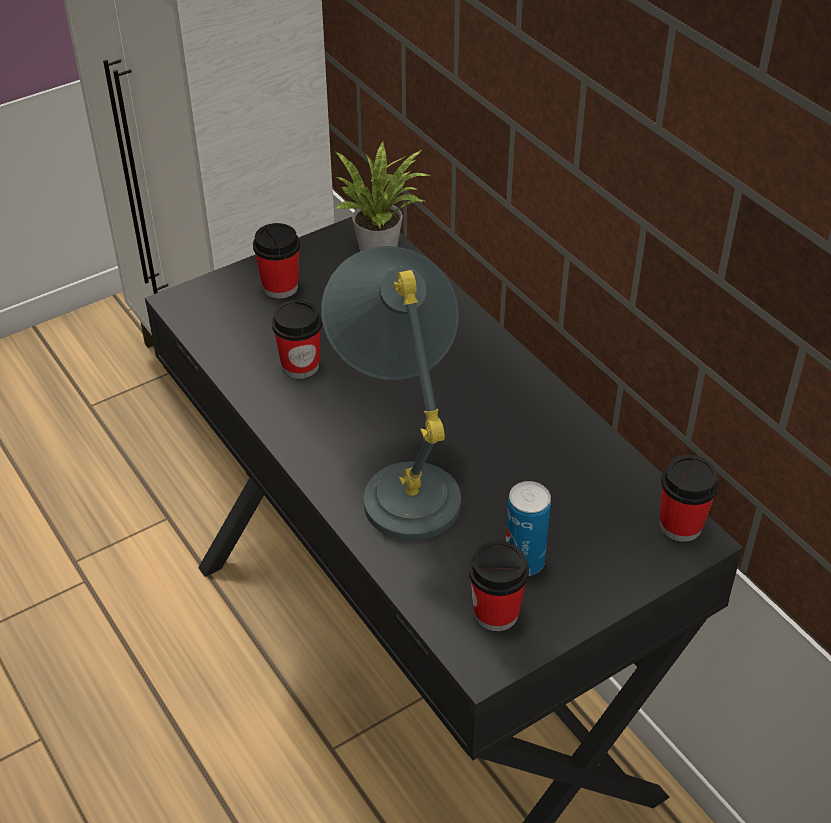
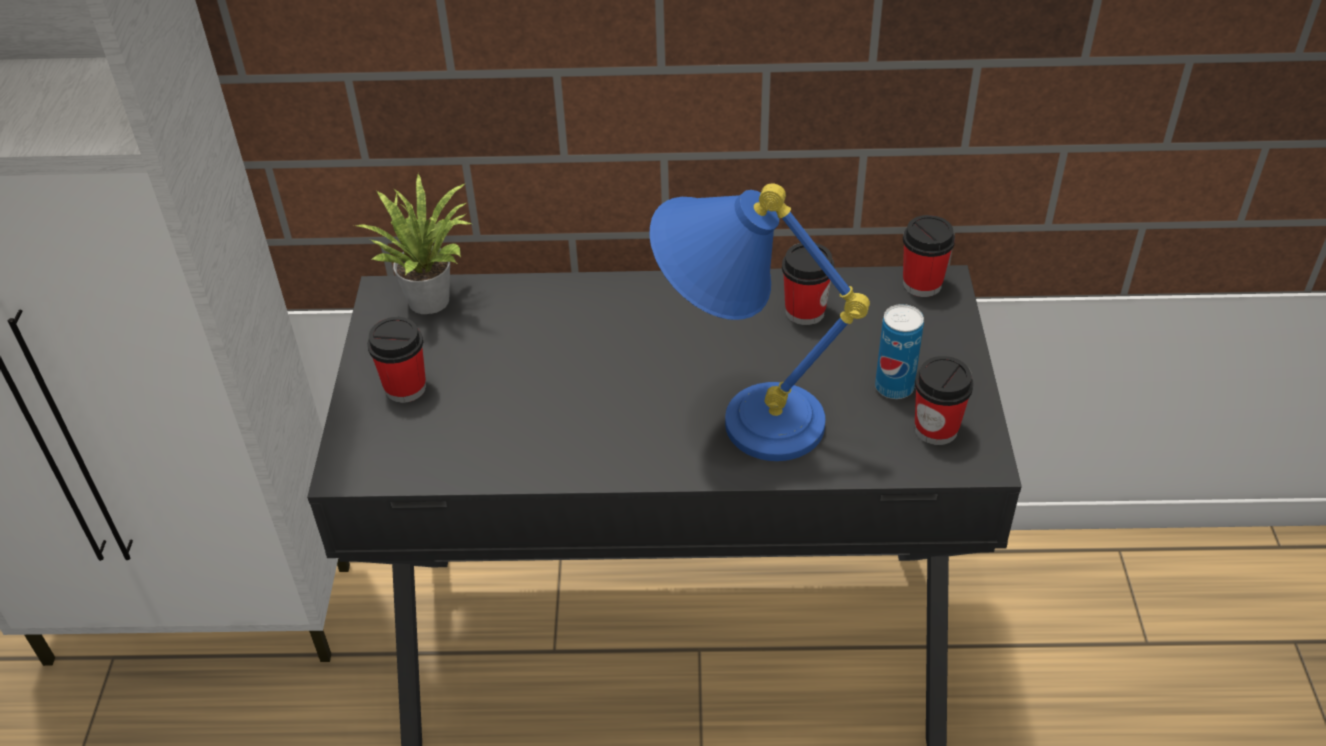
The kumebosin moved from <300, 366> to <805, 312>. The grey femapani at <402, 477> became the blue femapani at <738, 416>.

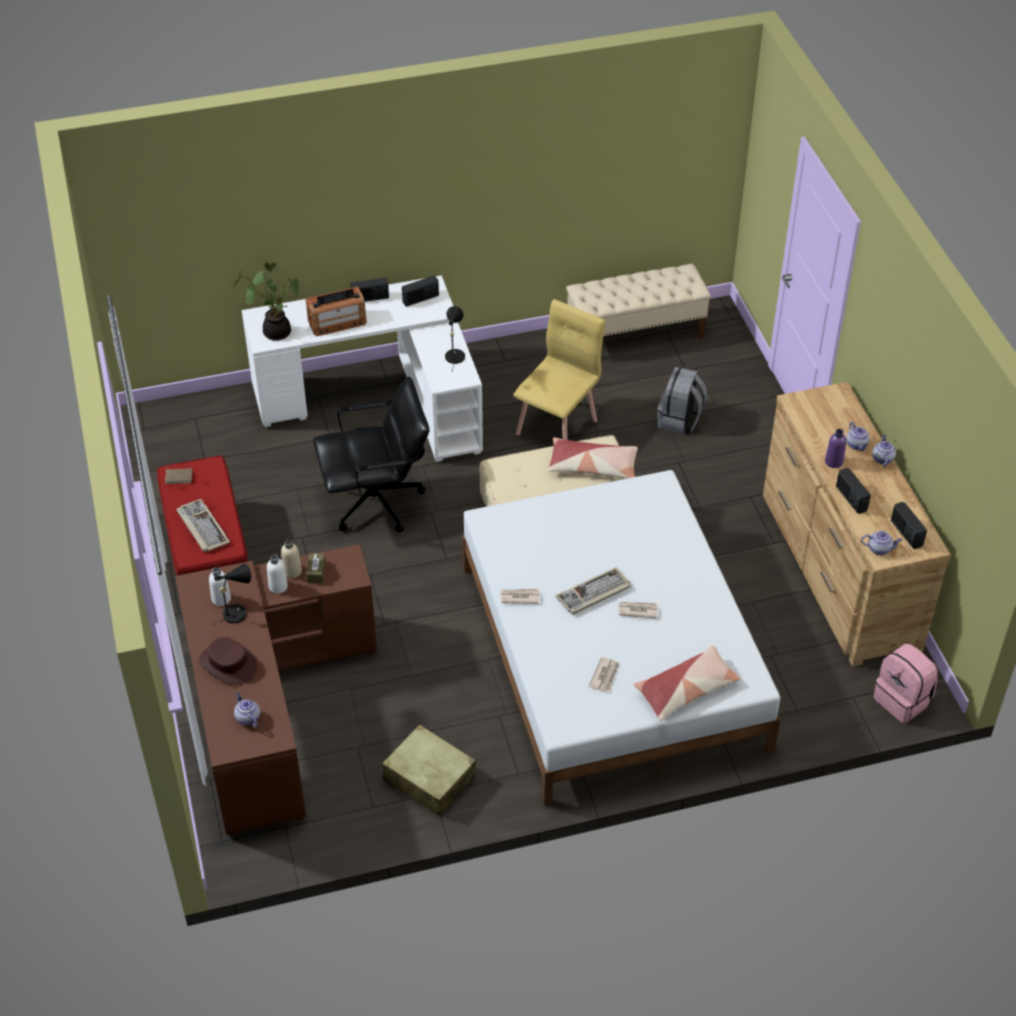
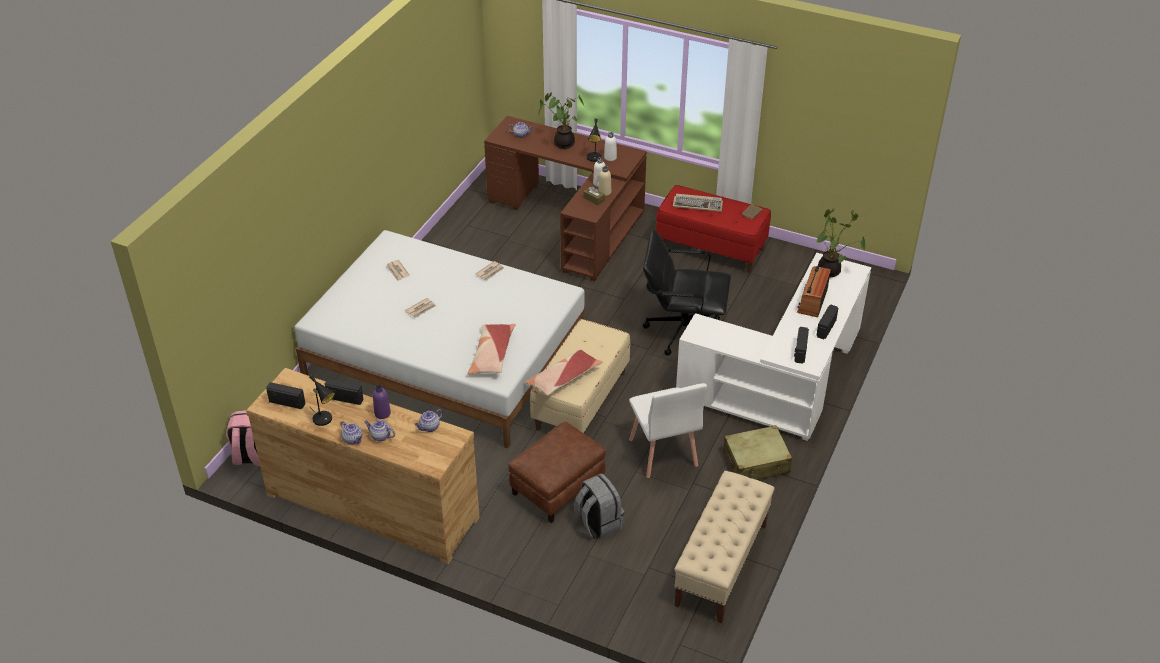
The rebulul at <593, 593> disappeared. The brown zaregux at <557, 489> appeared. The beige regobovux moved from <429, 778> to <756, 462>. The black femapani moved from <454, 354> to <325, 420>. The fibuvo moved from <686, 689> to <492, 355>. The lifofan moved from <879, 549> to <429, 427>. The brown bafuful at <228, 664> was replaced by the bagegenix at <562, 143>. The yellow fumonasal at <557, 427> became the white fumonasal at <663, 453>. The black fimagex at <377, 502> turned 75 degrees clockwise.

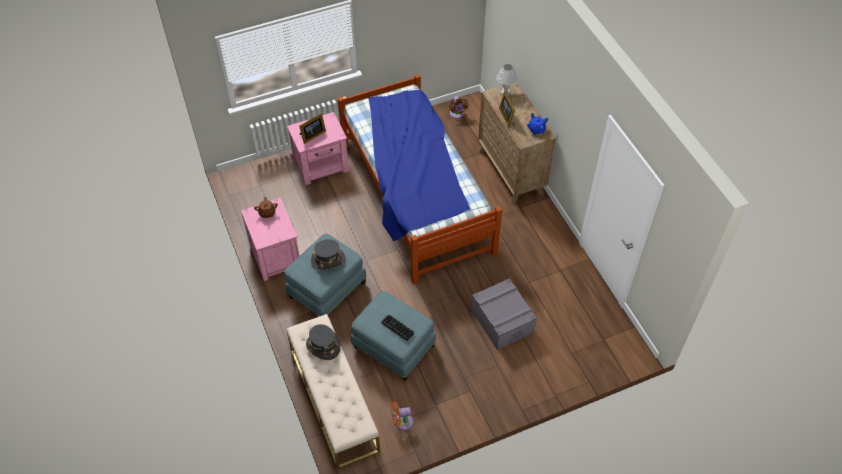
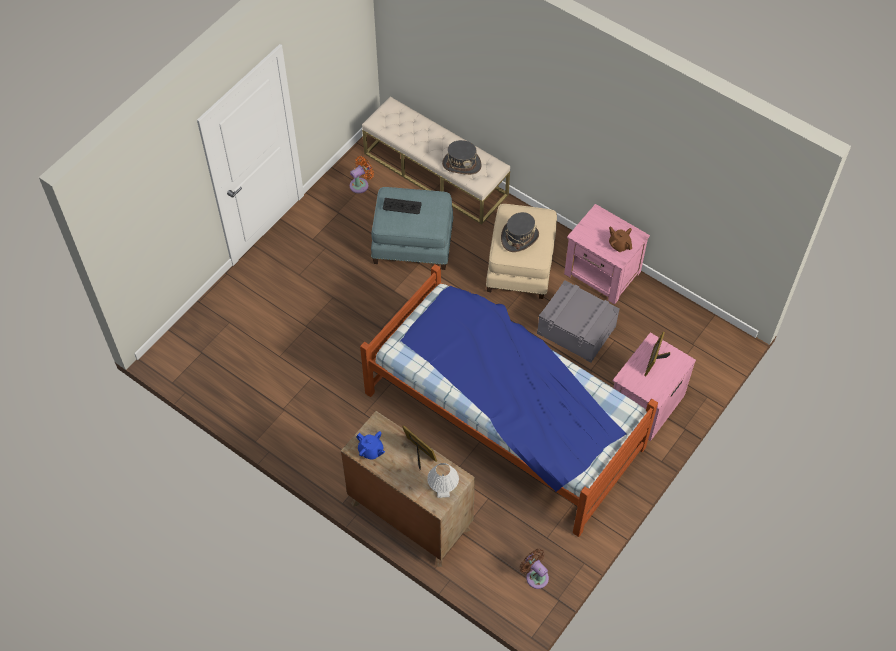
The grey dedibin moved from <502, 321> to <576, 329>. The blue zaregux at <326, 289> became the beige zaregux at <521, 265>.

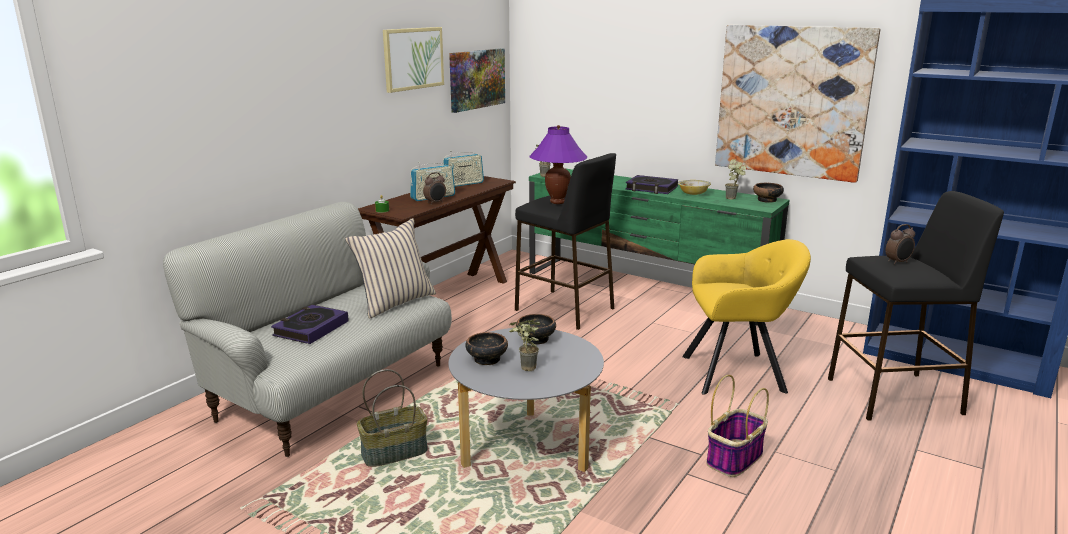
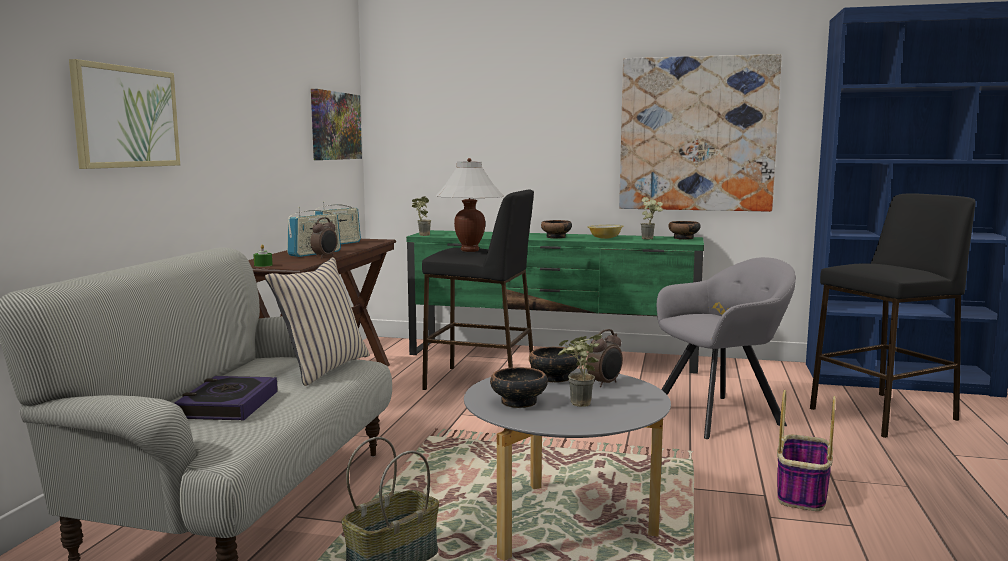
The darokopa moved from <413, 58> to <126, 117>. The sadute moved from <898, 262> to <605, 383>. The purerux at <651, 188> was replaced by the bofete at <556, 237>. The purple femapani at <557, 202> became the white femapani at <470, 250>. The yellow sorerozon at <738, 373> became the grey sorerozon at <722, 415>.

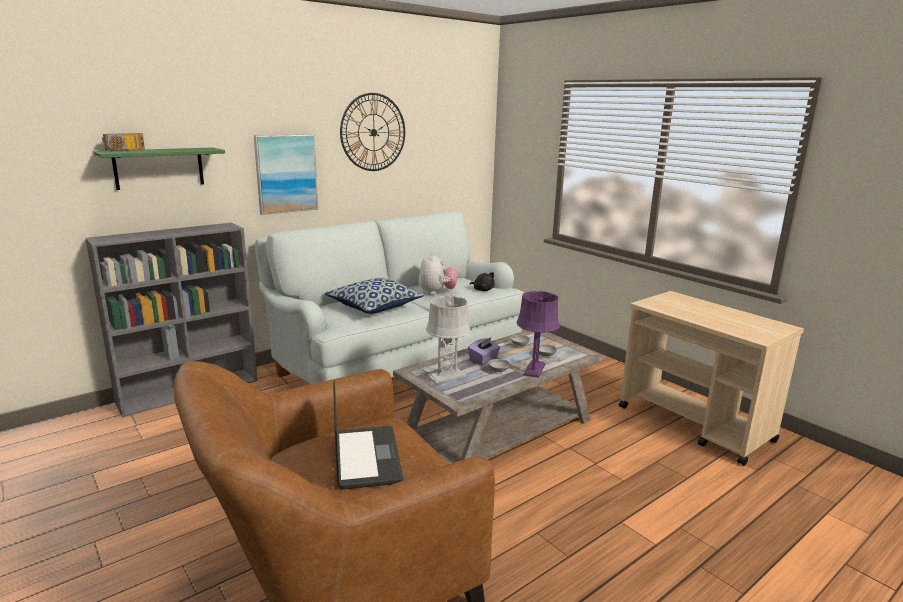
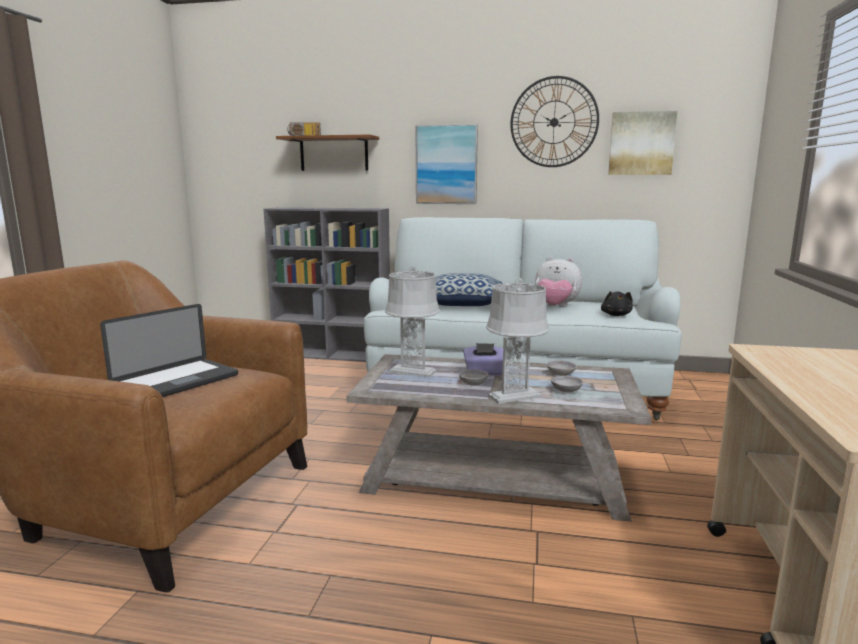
The darokopa at <641, 143> appeared. The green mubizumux at <159, 168> became the brown mubizumux at <334, 154>. The purple femapani at <534, 369> became the grey femapani at <515, 396>. The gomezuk at <437, 292> turned 60 degrees clockwise.

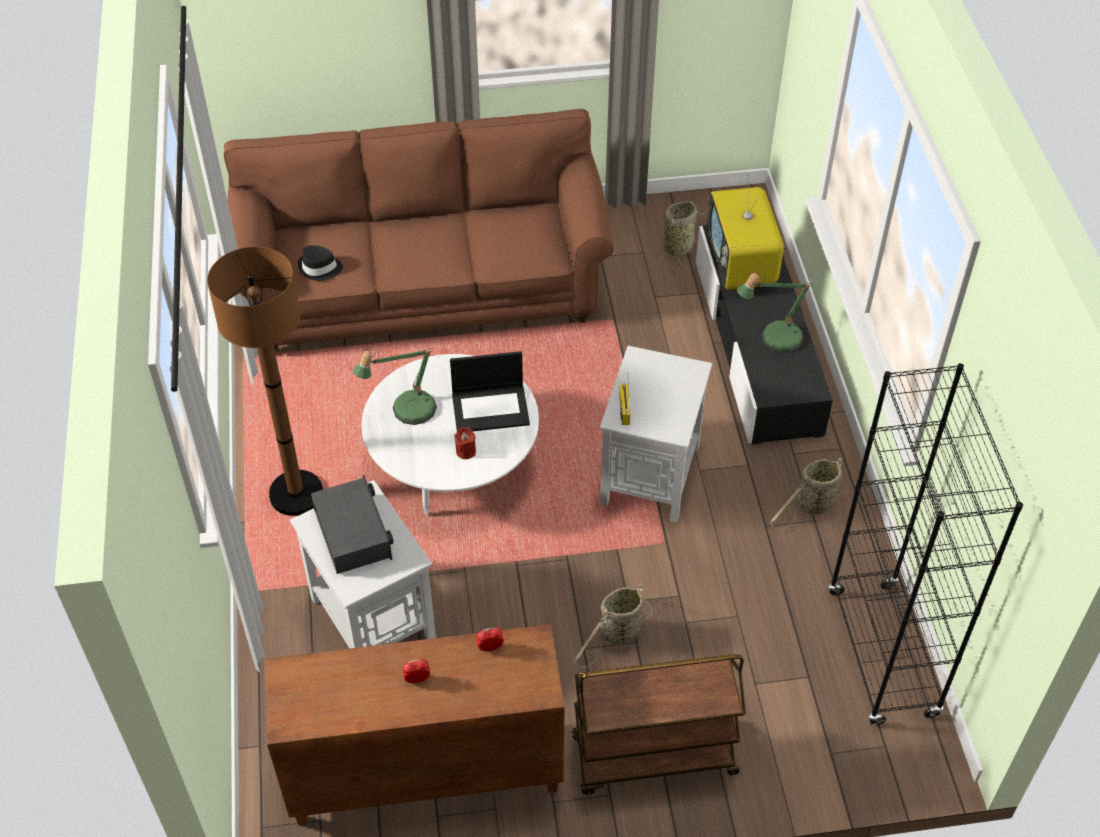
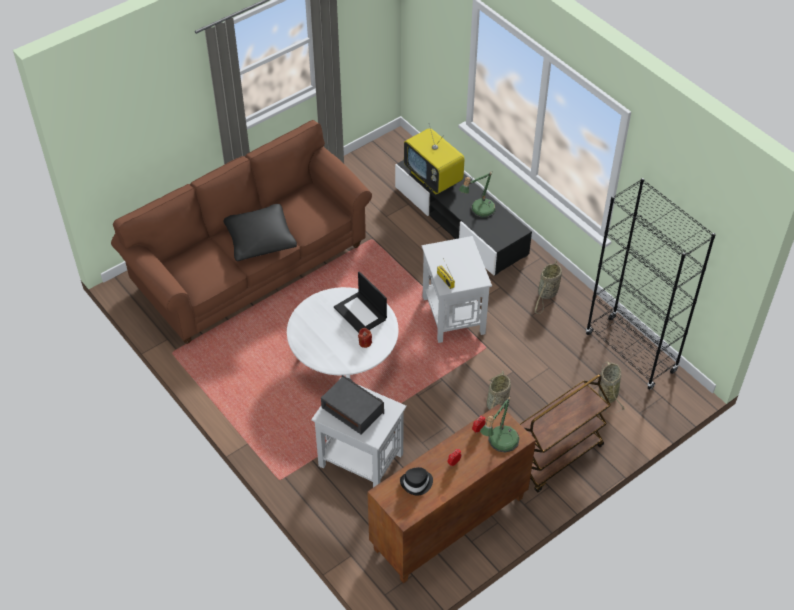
The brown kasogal at <296, 494> disappeared. The black fibuvo at <260, 240> appeared. The black bafuful moved from <319, 268> to <416, 483>. The femapani moved from <406, 410> to <500, 443>. The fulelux moved from <679, 246> to <607, 393>. The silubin at <491, 408> turned 90 degrees clockwise.

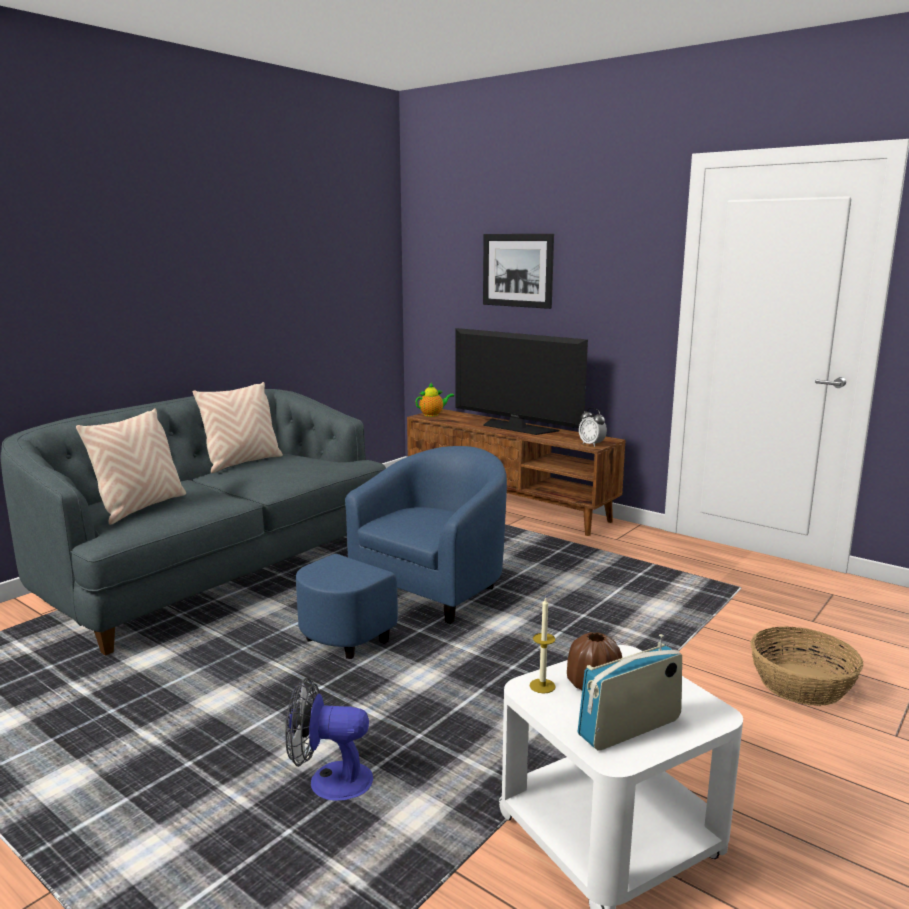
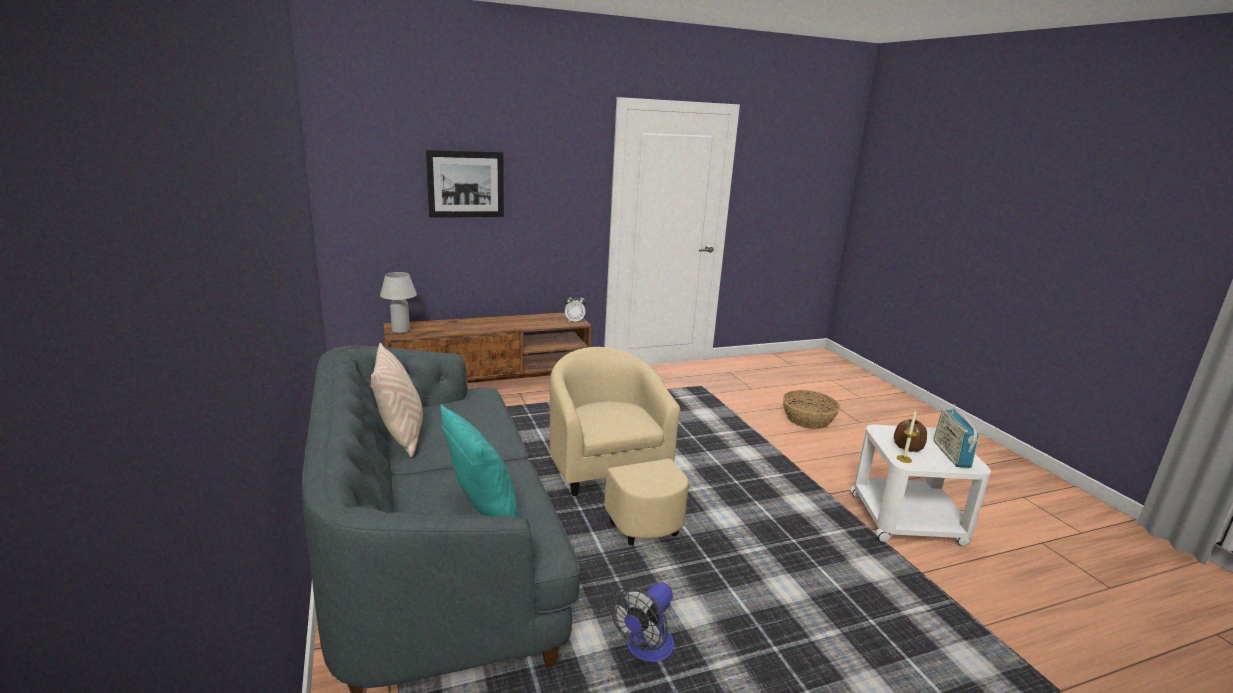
The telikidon at <517, 427> disappeared. The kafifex moved from <329, 781> to <645, 649>. The lifofan at <433, 415> was replaced by the white femapani at <400, 331>. The beige fibuvo at <141, 508> became the turquoise fibuvo at <483, 514>. The blue sorerozon at <415, 602> became the beige sorerozon at <613, 482>.

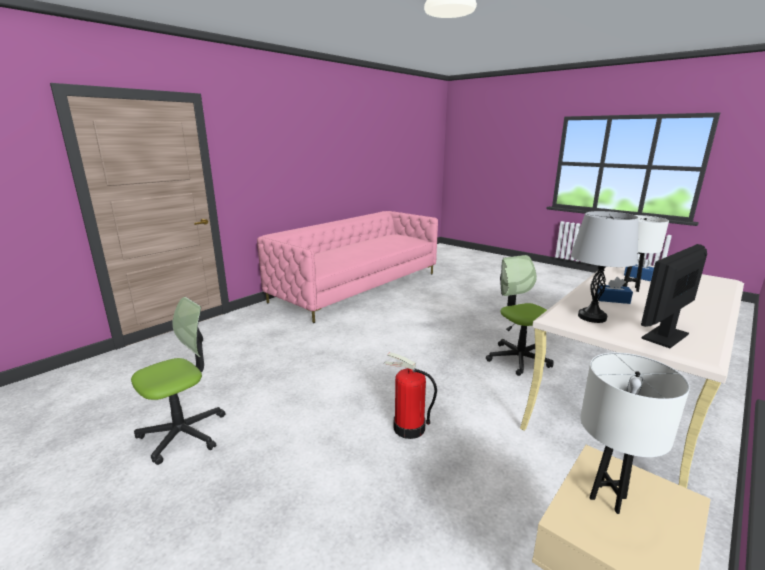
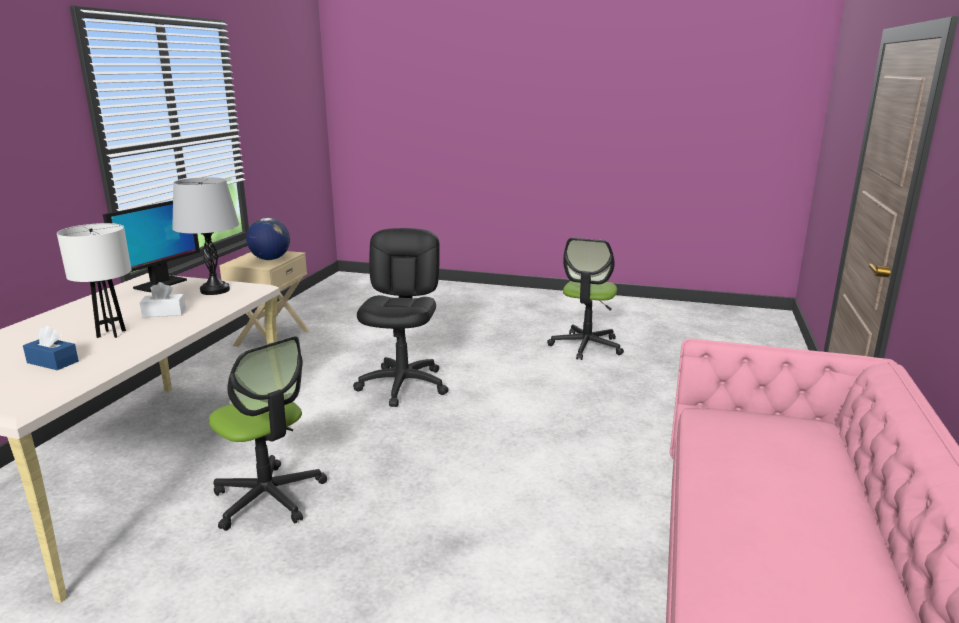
The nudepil at <408, 428> was replaced by the black fimagex at <403, 385>. The white femapani at <608, 498> was replaced by the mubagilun at <270, 259>. The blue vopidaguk at <612, 299> became the white vopidaguk at <164, 313>.

